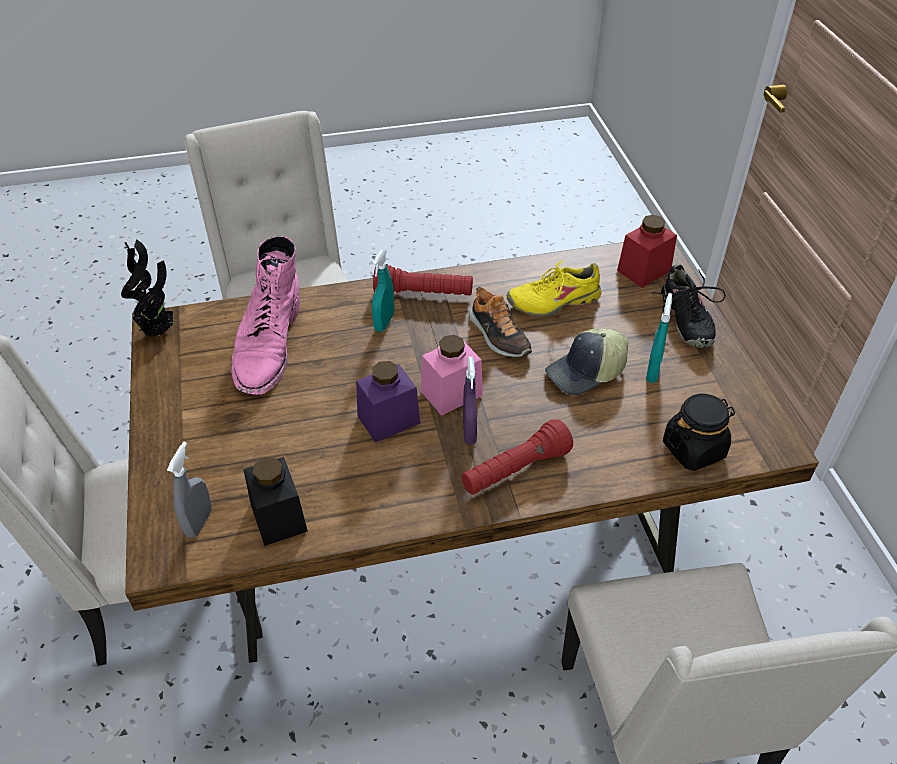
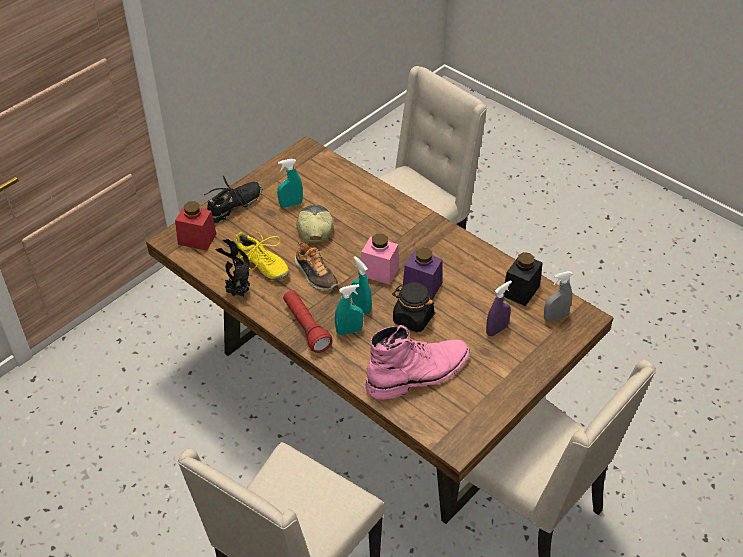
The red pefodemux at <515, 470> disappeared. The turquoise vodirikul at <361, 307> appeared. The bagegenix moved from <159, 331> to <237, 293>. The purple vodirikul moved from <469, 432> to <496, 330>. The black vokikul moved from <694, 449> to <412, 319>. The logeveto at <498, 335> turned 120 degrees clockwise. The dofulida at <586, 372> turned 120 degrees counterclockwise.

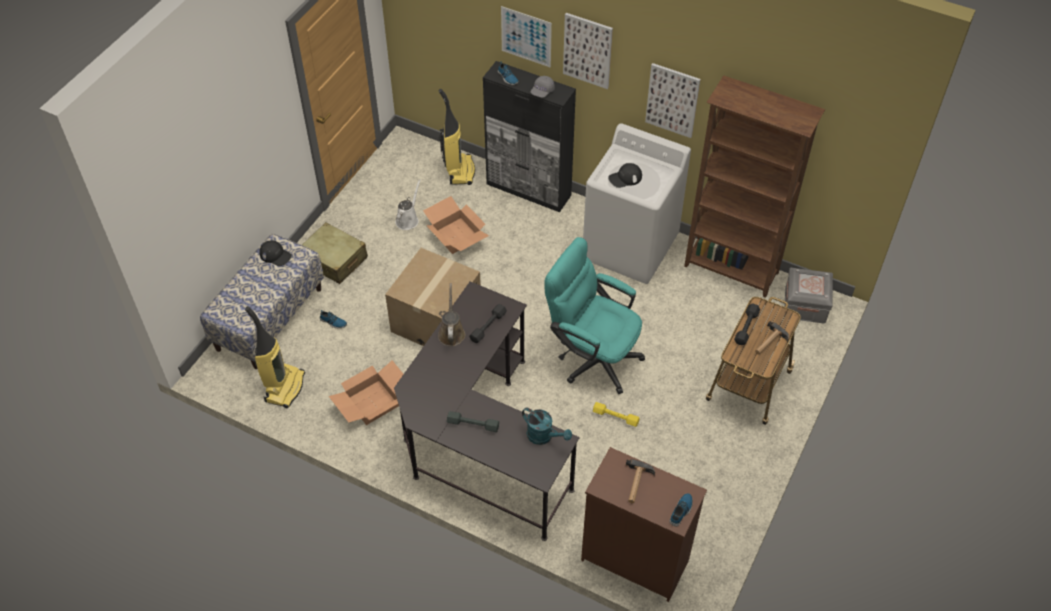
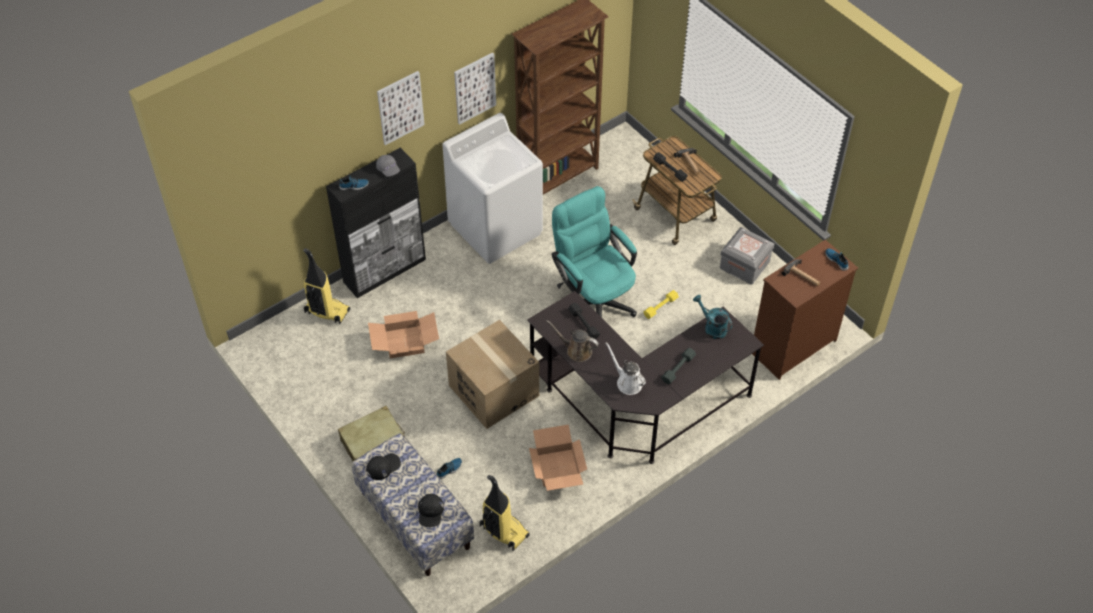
The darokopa at <526, 36> disappeared. The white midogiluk moved from <408, 219> to <627, 382>. The black dofulida moved from <625, 178> to <430, 512>. The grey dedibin moved from <805, 305> to <744, 265>. The turquoise midogiluk at <544, 436> turned 105 degrees counterclockwise. The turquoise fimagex at <592, 356> turned 90 degrees clockwise.

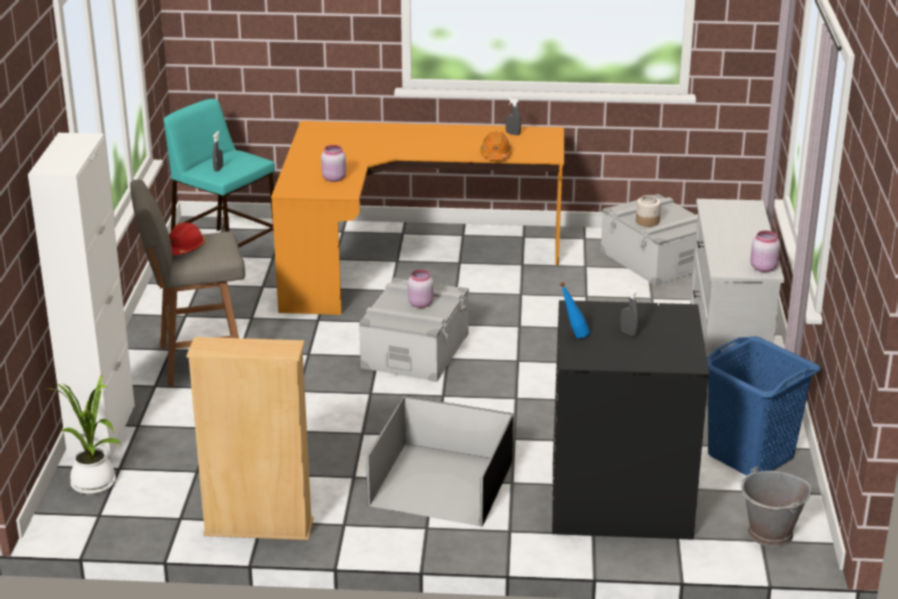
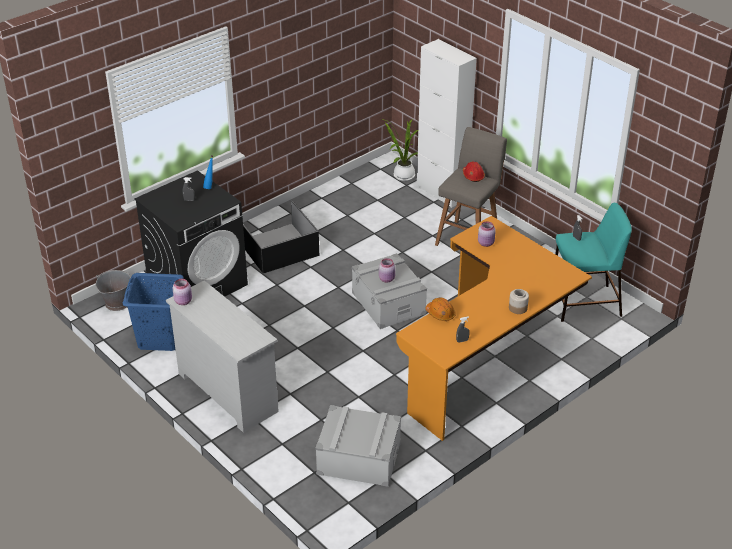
The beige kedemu at <258, 528> disappeared. The vokikul moved from <647, 221> to <517, 308>.

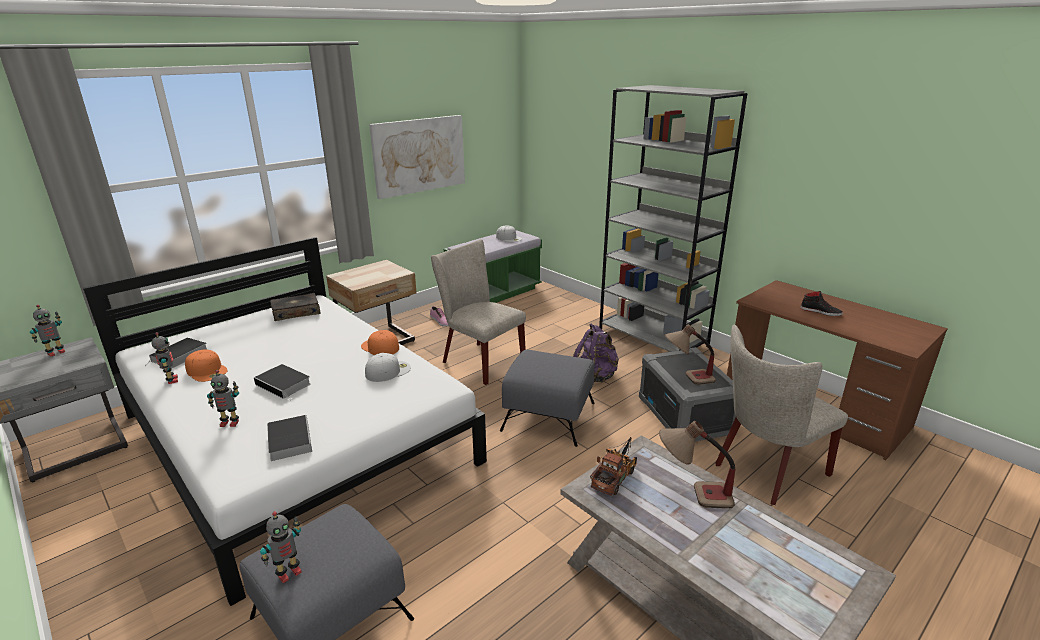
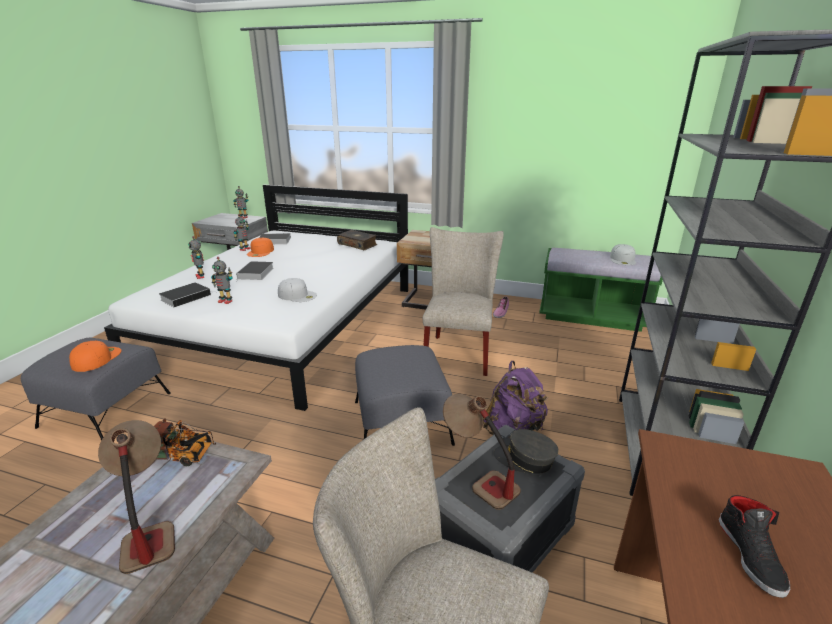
The darokopa at <419, 155> disappeared. The grey dofulida at <525, 459> appeared. The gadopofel moved from <288, 573> to <226, 301>. The orange dofulida moved from <379, 347> to <96, 358>.

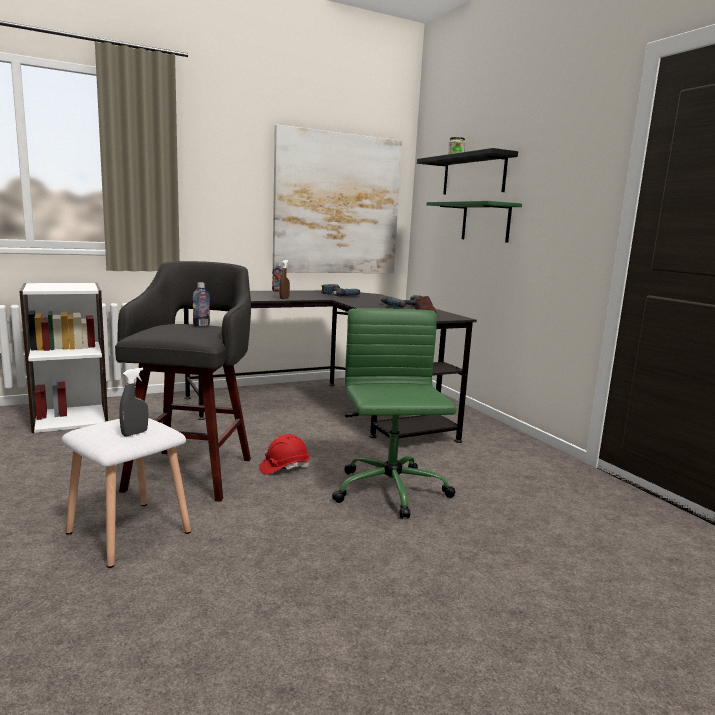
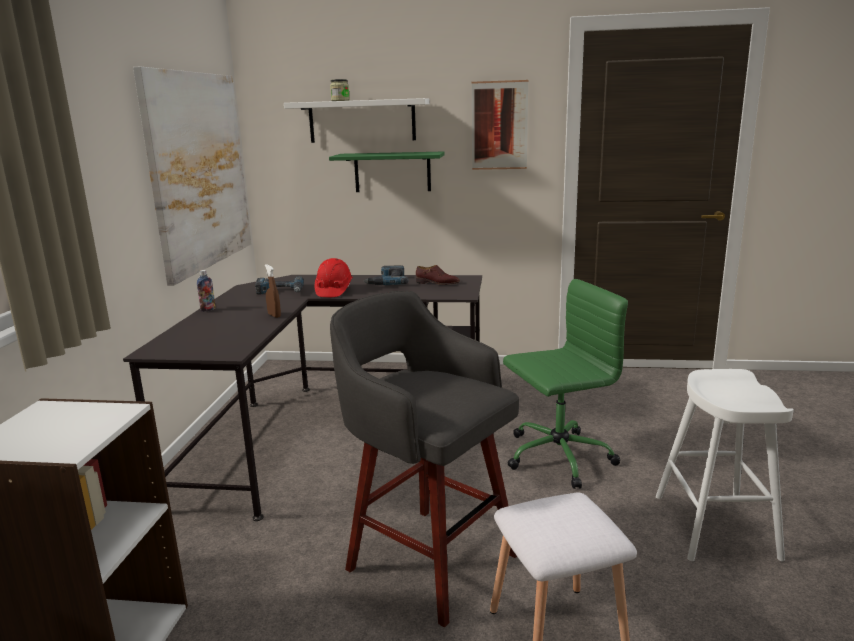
The grey vodirikul at <135, 433> disappeared. The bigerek at <201, 325> disappeared. The darokopa at <499, 125> appeared. The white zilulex at <715, 526> appeared. The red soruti moved from <284, 467> to <333, 291>. The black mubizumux at <473, 175> became the white mubizumux at <362, 121>. The green fimagex at <390, 492> turned 135 degrees clockwise.

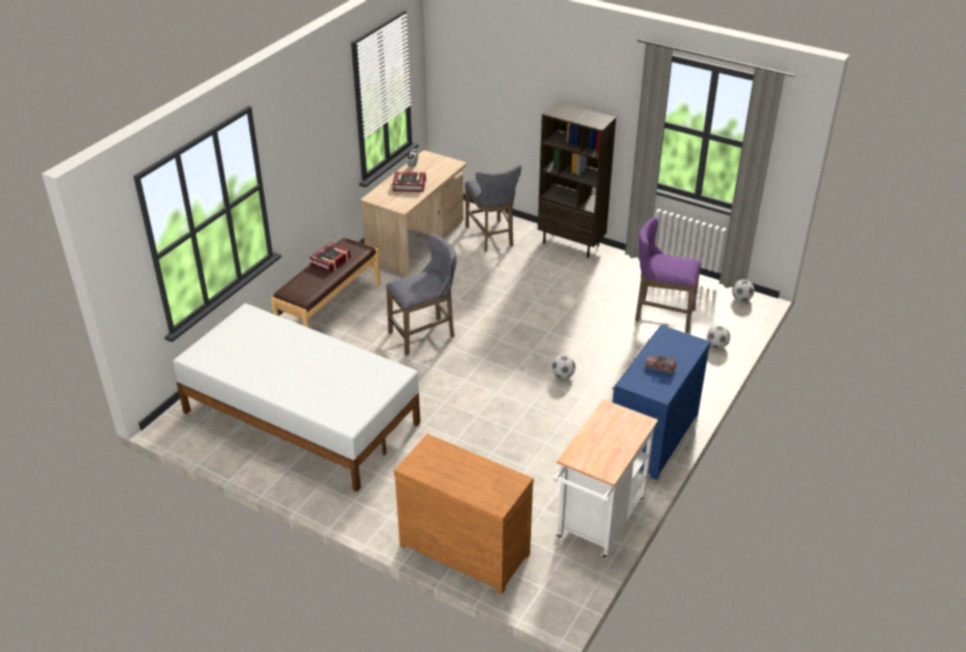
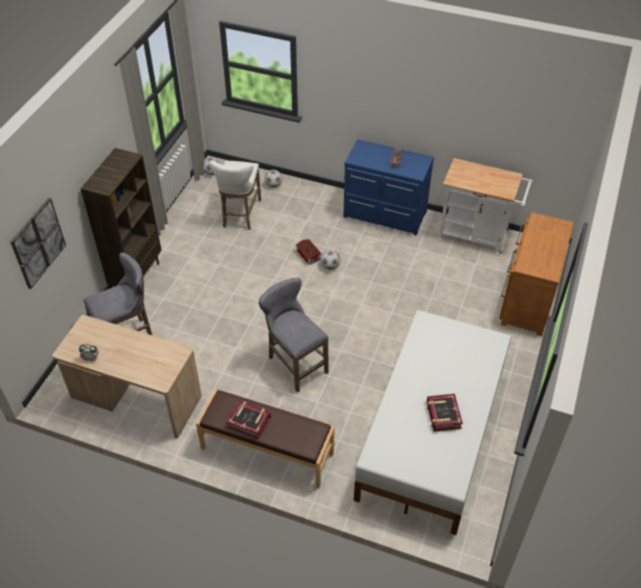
The darokopa at <38, 243> appeared. The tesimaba at <308, 254> appeared. The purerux moved from <409, 185> to <443, 415>. The purple zilulex at <661, 315> became the white zilulex at <240, 215>.

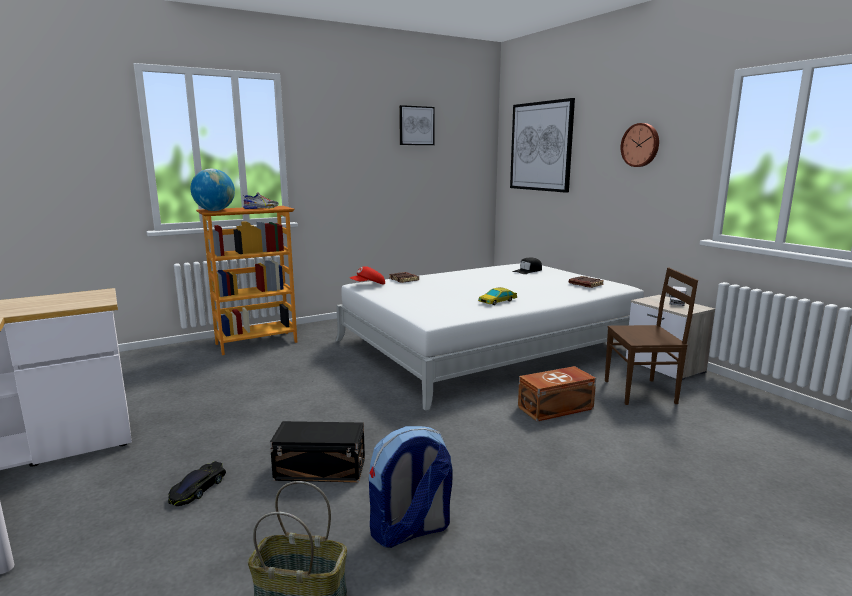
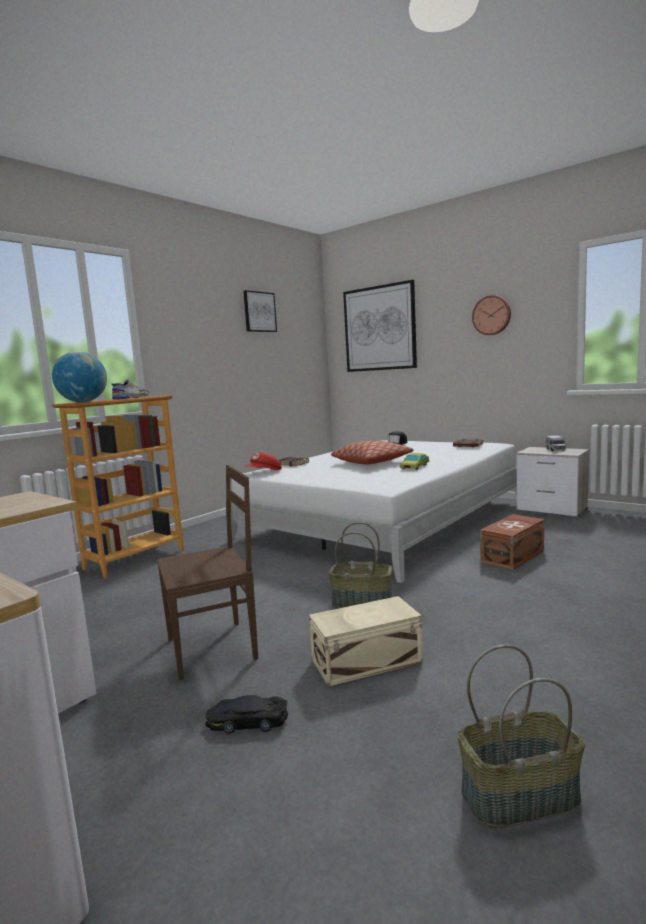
The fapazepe at <410, 531> disappeared. The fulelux at <363, 602> appeared. The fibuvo at <372, 462> appeared. The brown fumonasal moved from <641, 392> to <213, 649>. The black dedibin at <319, 468> became the beige dedibin at <364, 660>. The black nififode at <197, 489> turned 90 degrees clockwise.

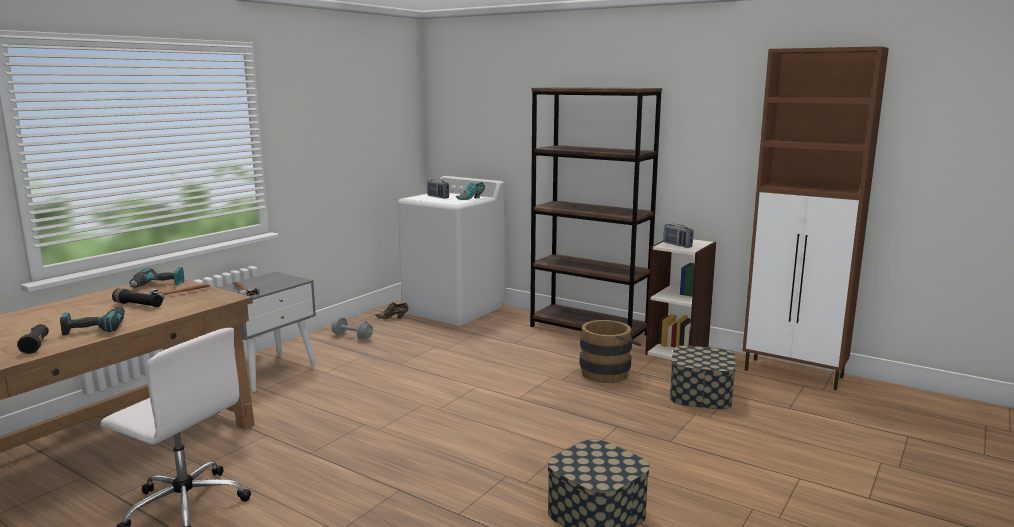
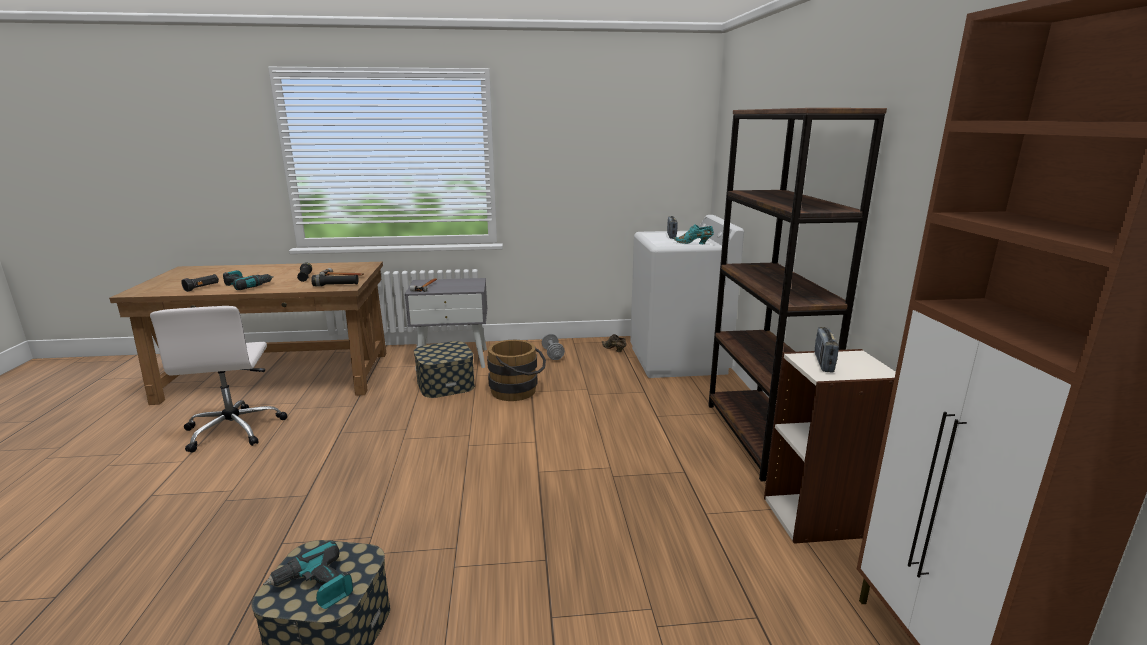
The black pefodemux at <336, 285> appeared. The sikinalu moved from <158, 285> to <315, 587>. The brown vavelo moved from <608, 372> to <518, 391>. The dedibin moved from <700, 394> to <445, 384>.

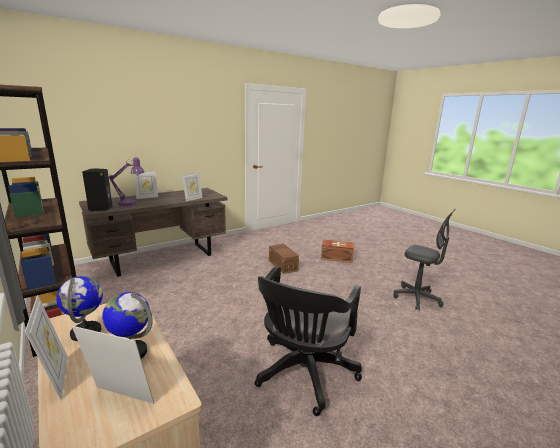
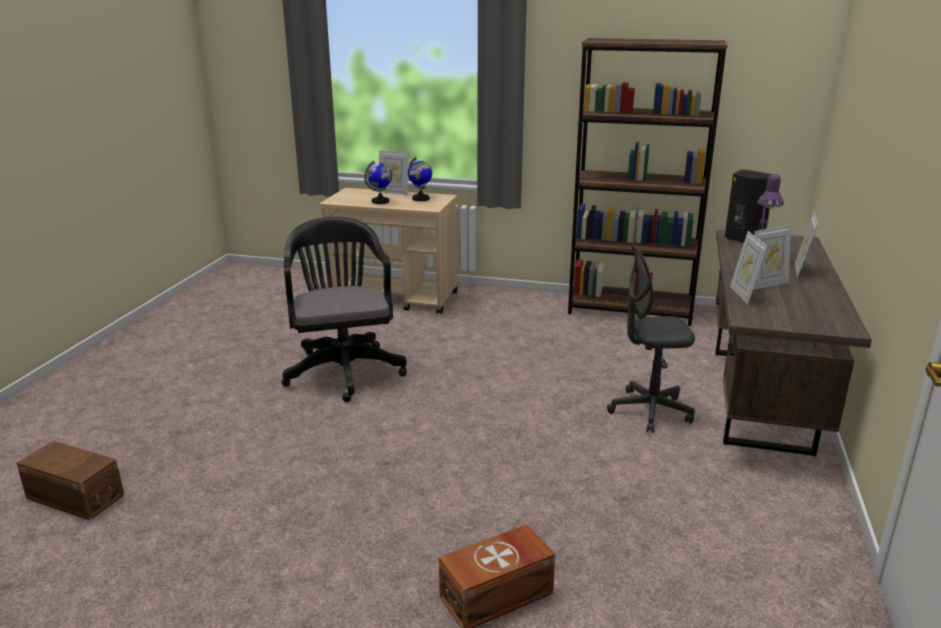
The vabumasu moved from <120, 400> to <767, 284>. The brown dedibin moved from <283, 265> to <75, 498>. The grey fimagex moved from <416, 298> to <650, 411>.

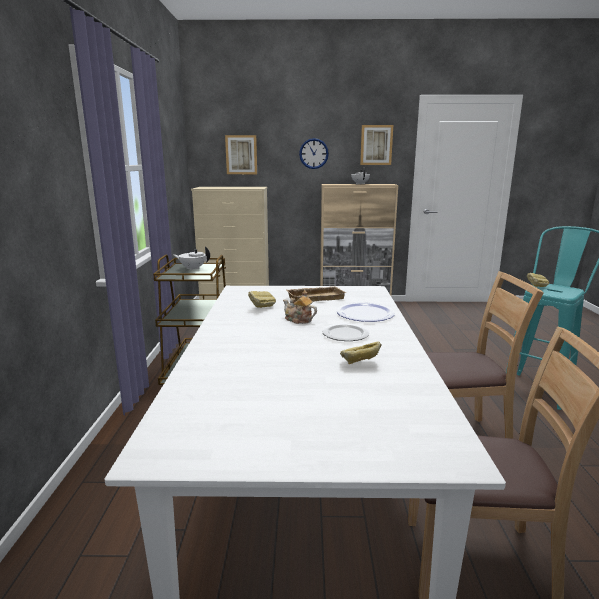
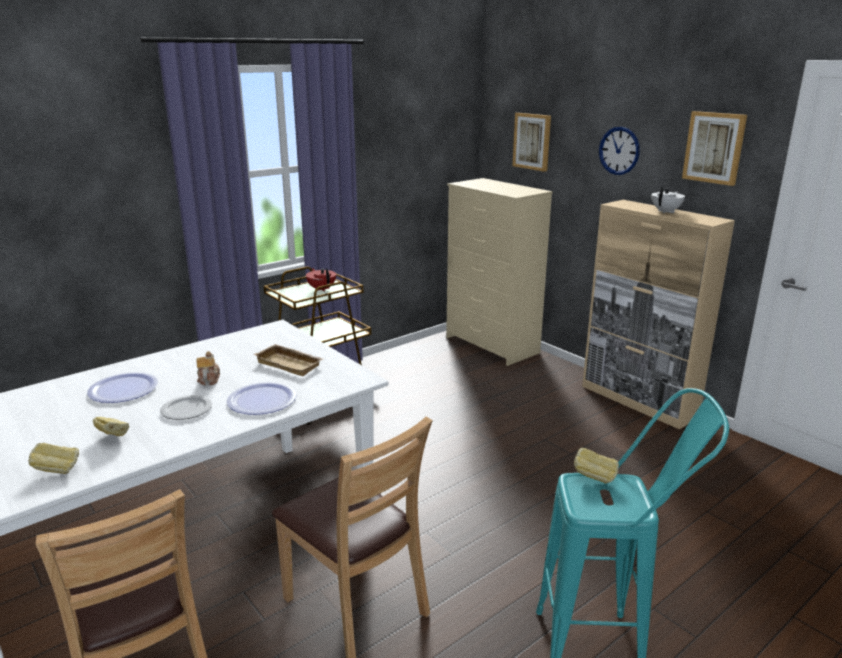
The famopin at <123, 389> appeared. The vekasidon moved from <261, 308> to <57, 470>. The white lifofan at <193, 268> became the red lifofan at <322, 289>.

